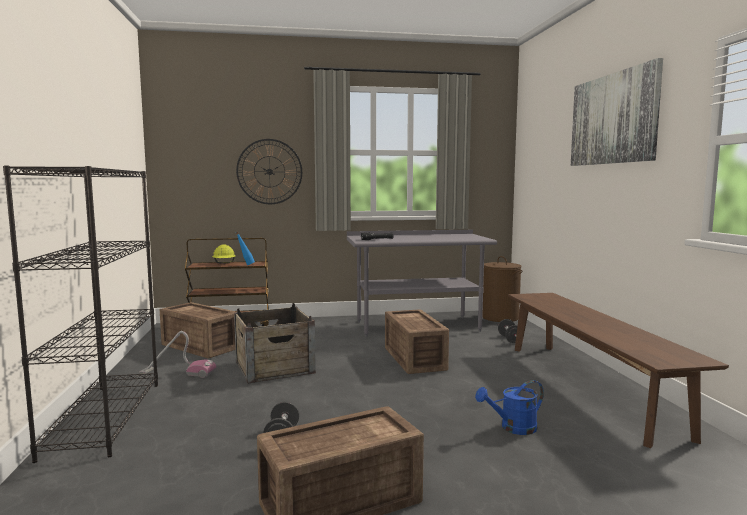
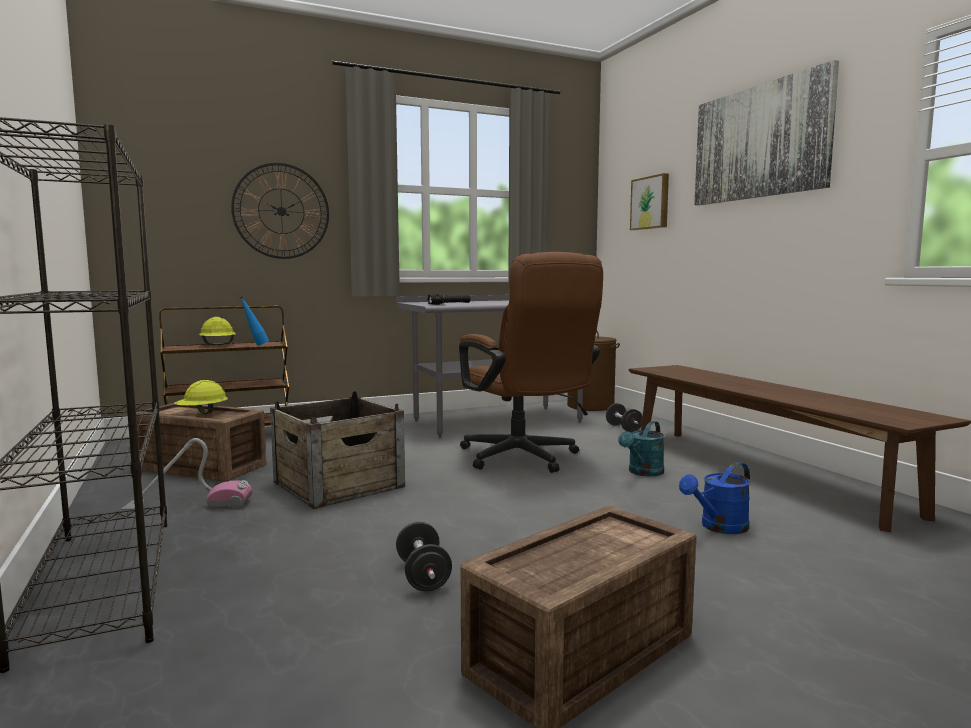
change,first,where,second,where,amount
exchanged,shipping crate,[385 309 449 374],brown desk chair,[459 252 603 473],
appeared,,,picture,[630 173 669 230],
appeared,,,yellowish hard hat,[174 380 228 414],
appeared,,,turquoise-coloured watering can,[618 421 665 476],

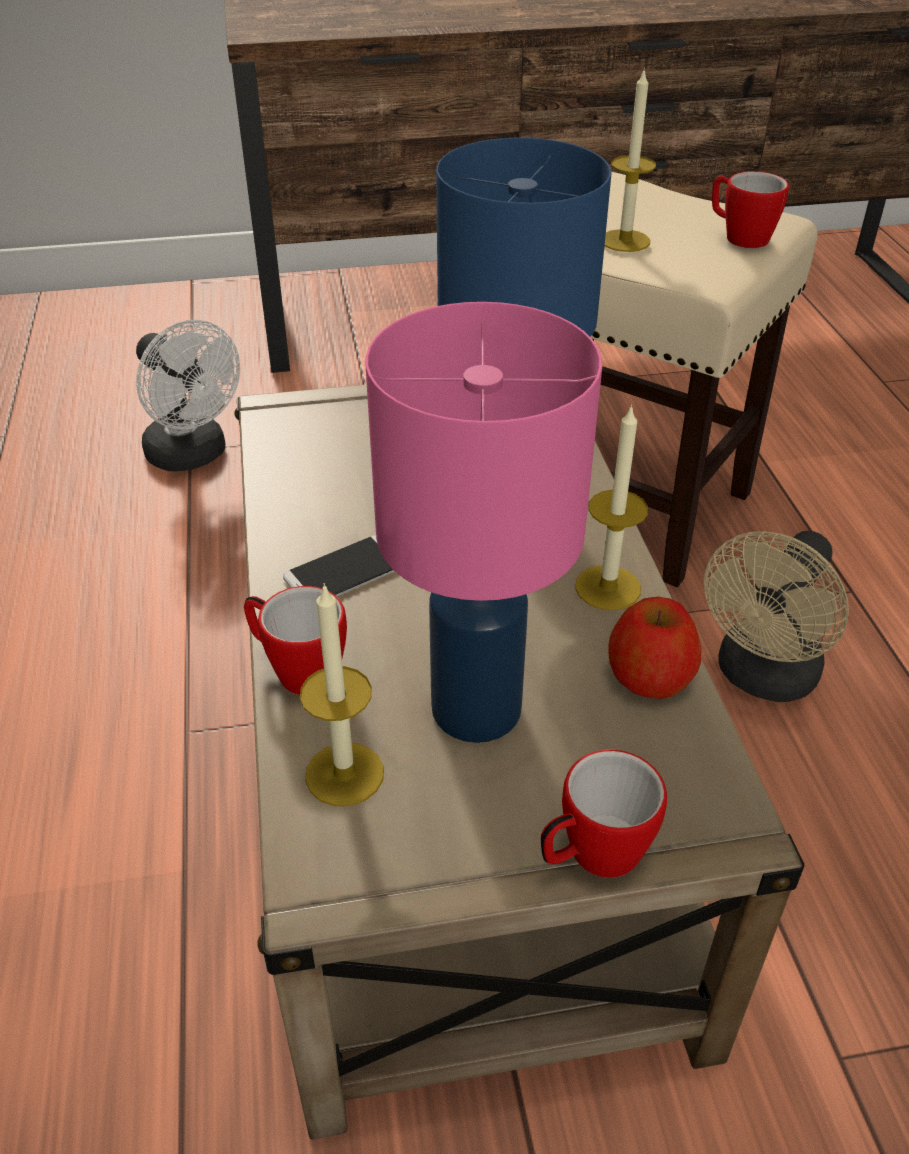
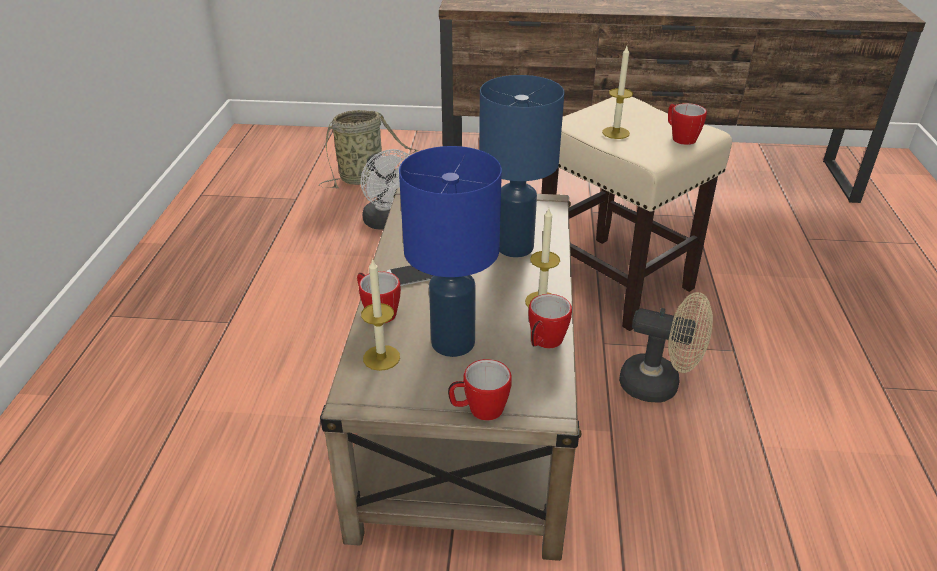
change,first,where,second,where,amount
colour,pinkish table lamp,[366 302 602 743],blue-coloured table lamp,[399 146 502 357],
spun,beige-coloured fan,[704 531 849 702],,[619 292 713 403],120 degrees counterclockwise
exchanged,whole apple,[608 597 701 699],mug,[528 294 572 348],
appeared,,,household basket,[319 110 418 188],

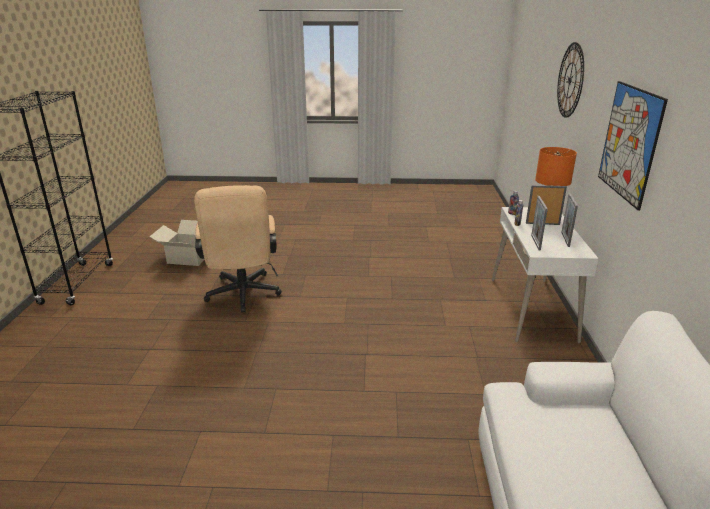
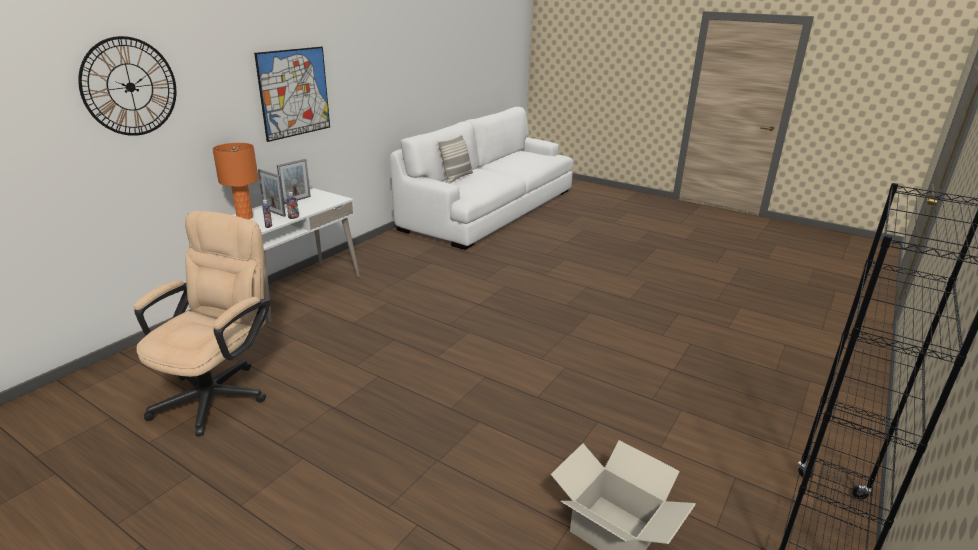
change,first,where,second,where,amount
relocated,beige-coloured desk chair,[194 185 282 313],,[133 211 270 436],
missing,picture frame,[531 196 548 250],,,
appeared,,,pillow,[437 134 473 184],

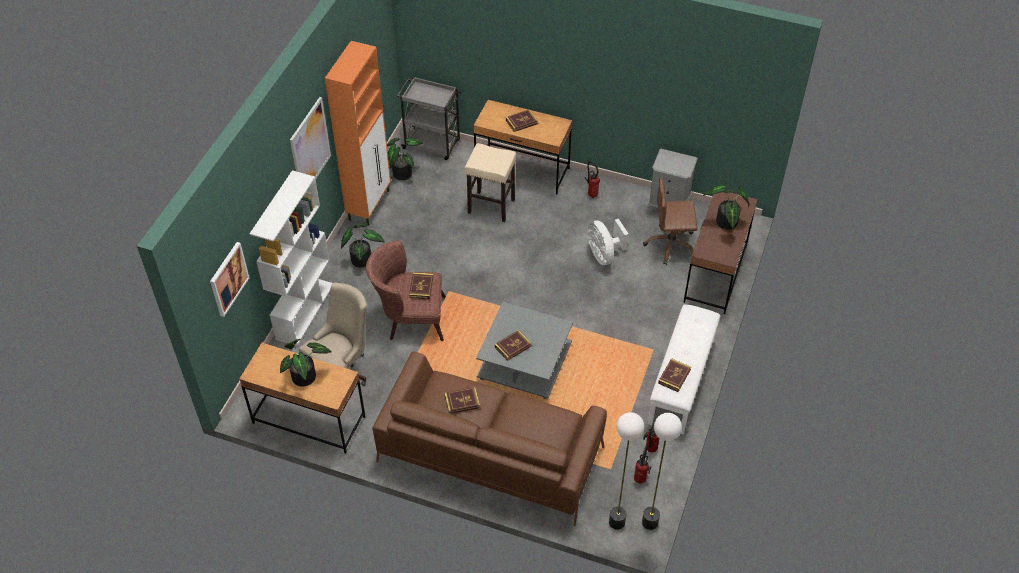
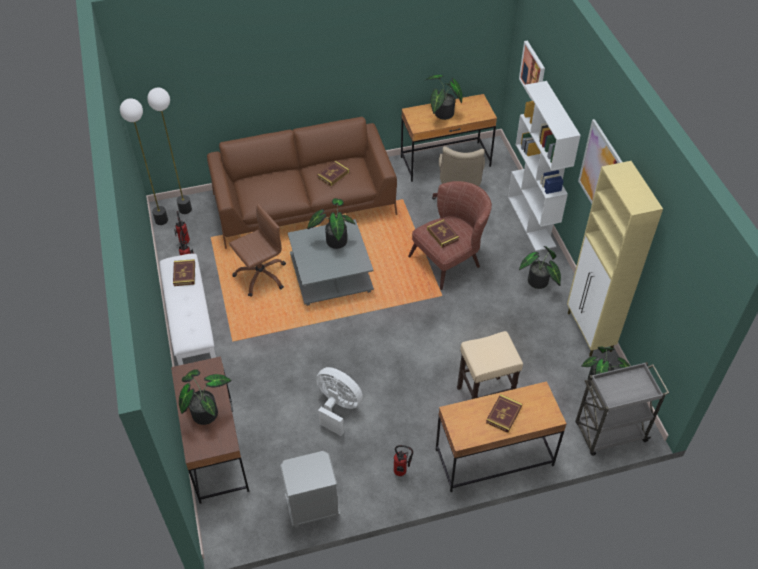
change,first,where,second,where,amount
colour,orange-coloured cabinet,[325 41 391 226],beige-coloured cabinet,[567 161 663 357],
relocated,brown desk chair,[643 178 697 265],,[229 204 286 297],
exchanged,bound book,[495 330 532 361],houseplant,[307 198 356 249],

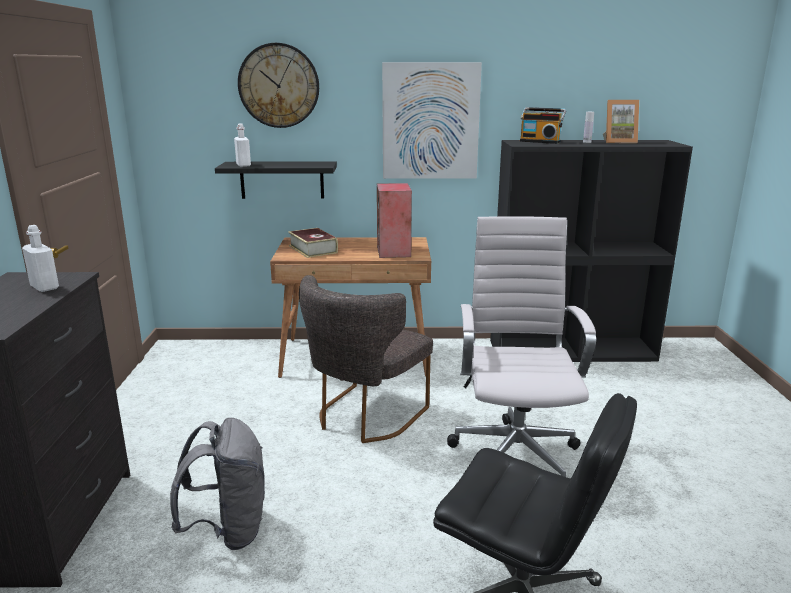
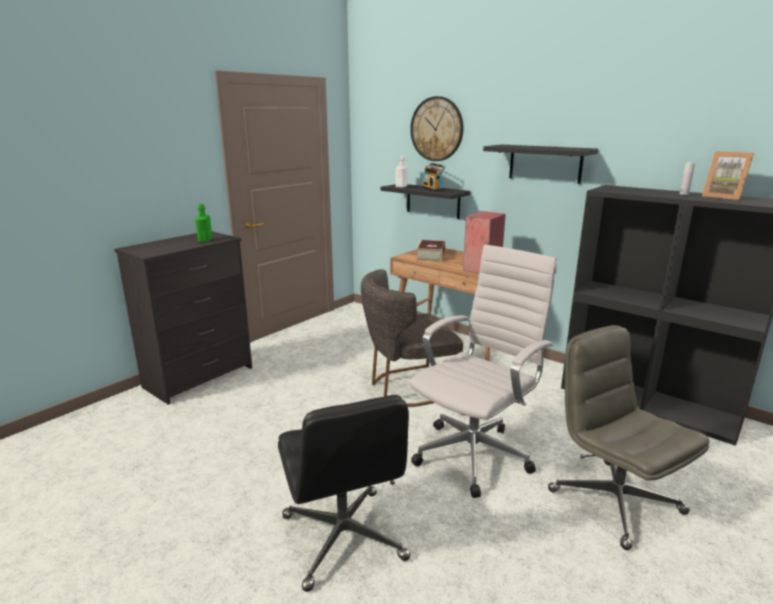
change,first,where,second,where,amount
exchanged,picture,[382 62 482 179],black-coloured wall shelf,[483 145 598 184],
relocated,radio receiver,[520 107 566 144],,[422 163 446 192],
colour,white-coloured beverage bottle,[22 225 59 292],greenish beverage bottle,[195 204 212 242],
missing,gray rucksack,[170 418 265 550],,,
appeared,,,gray desk chair,[548 325 709 550],

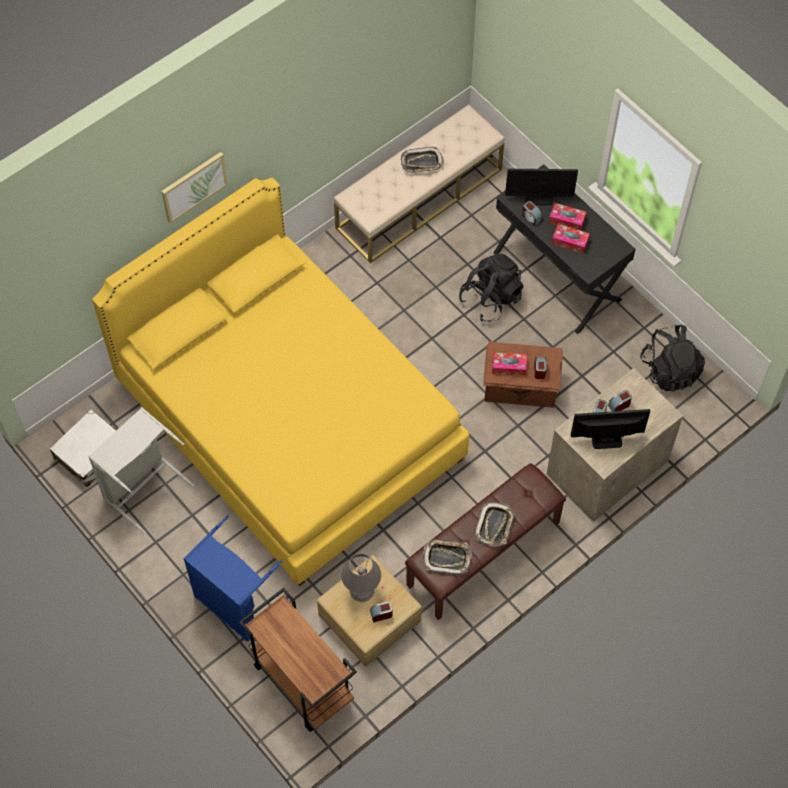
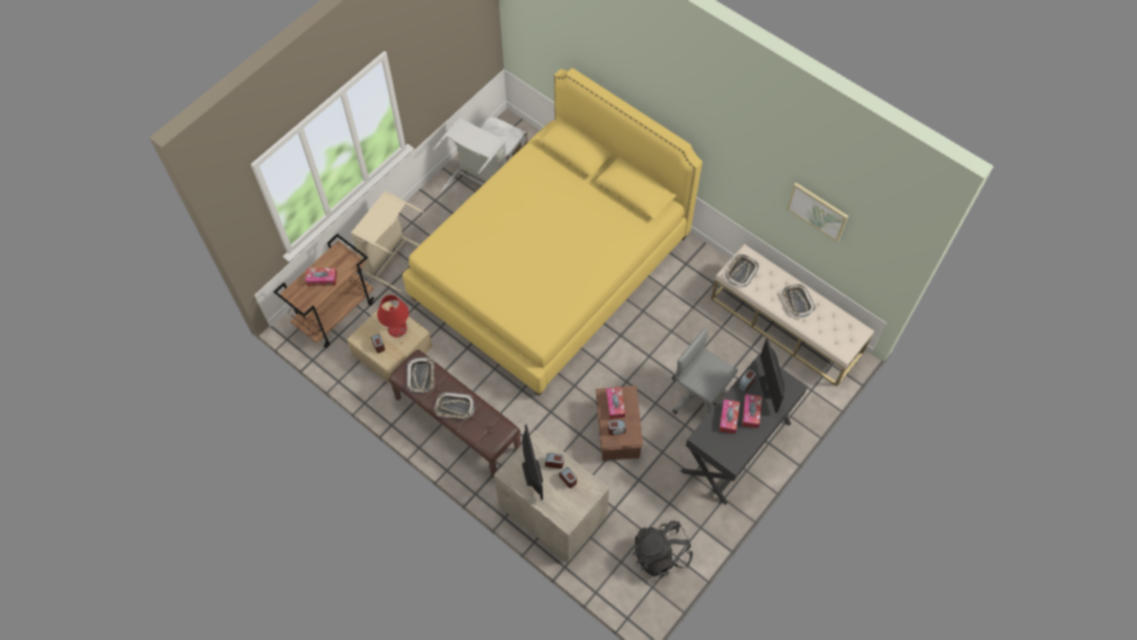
change,first,where,second,where,amount
relocated,picture,[162 152 228 223],,[787 183 848 242],
exchanged,black-coloured rucksack,[459 254 523 322],gray desk chair,[672 327 738 414],
colour,blue-coloured hamper,[183 515 288 642],beige-coloured hamper,[351 191 424 292],
colour,gray table lamp,[341 553 381 602],reddish table lamp,[377 295 409 338],
appeared,,,tray,[725 254 759 287],
appeared,,,tissue holder,[305 268 337 286],

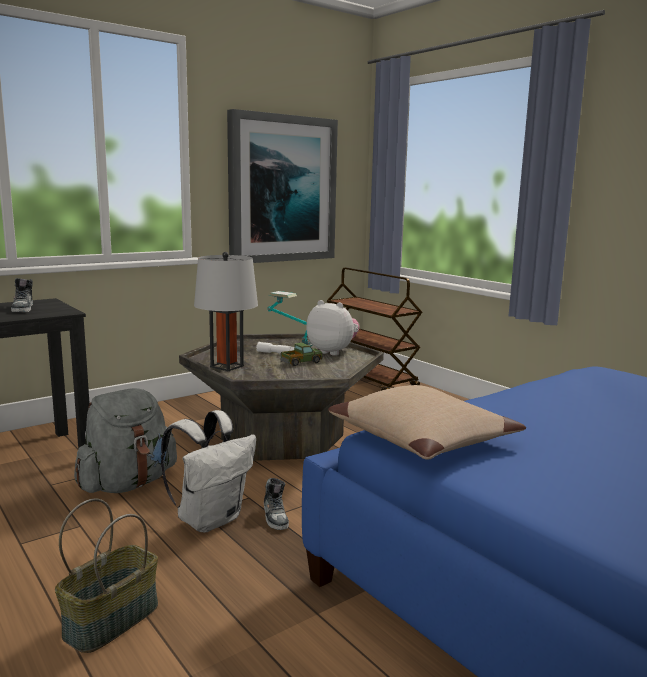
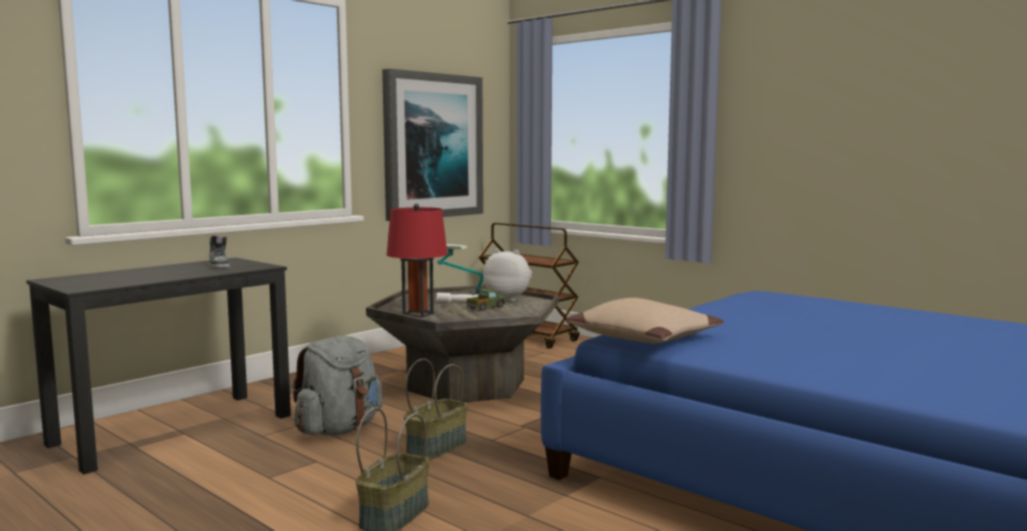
change,first,where,second,where,amount
colour,gray table lamp,[194 252 258 371],reddish table lamp,[387 204 447 318],
exchanged,white-coloured rucksack,[161 410 256 533],household basket,[404 359 468 460],
missing,shoe,[264 478 289 530],,,

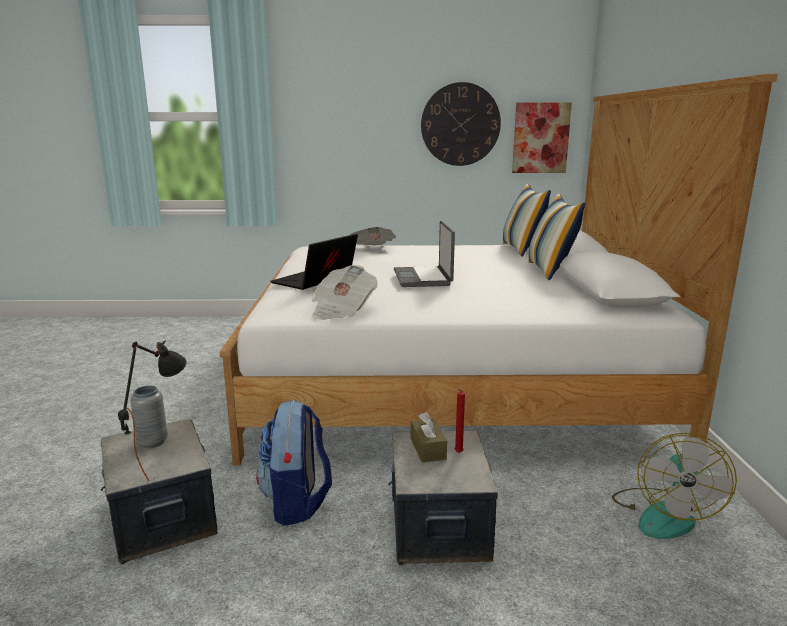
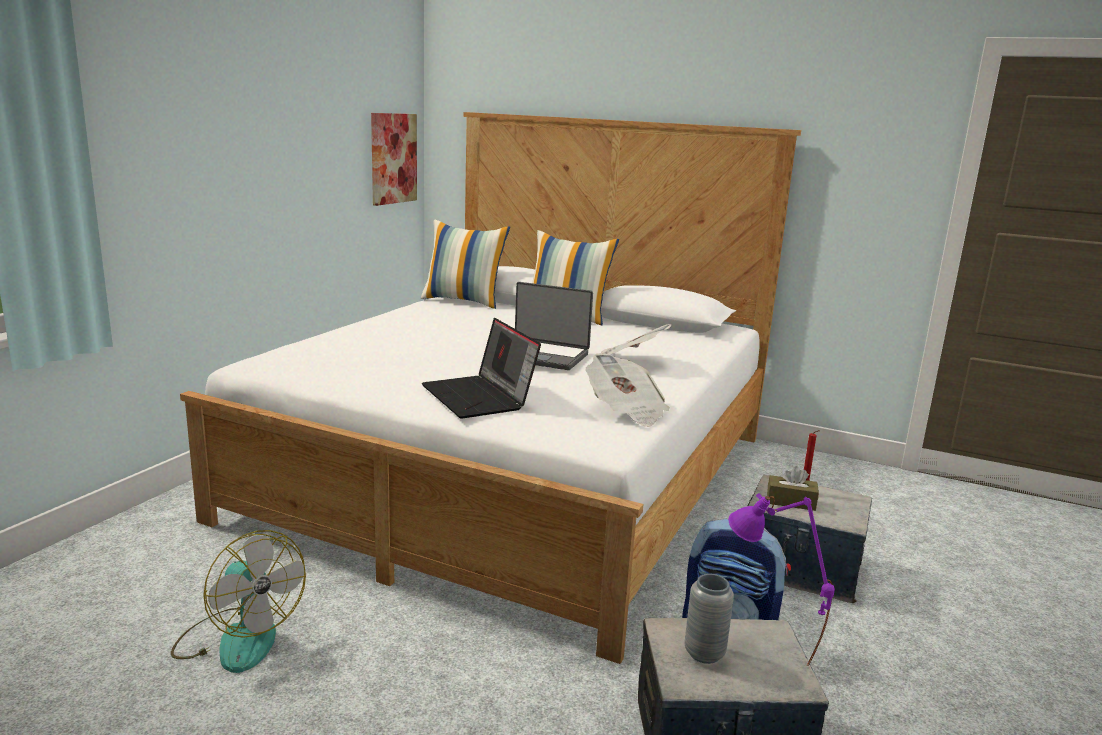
change,first,where,second,where,amount
missing,clock on the wall,[421 82 501 166],,,
relocated,daily paper,[351 227 396 245],,[601 324 671 355],
colour,black-coloured table lamp,[118 341 187 482],purplish table lamp,[728 493 835 666],
relocated,fan,[612 433 737 539],,[171 530 306 673],

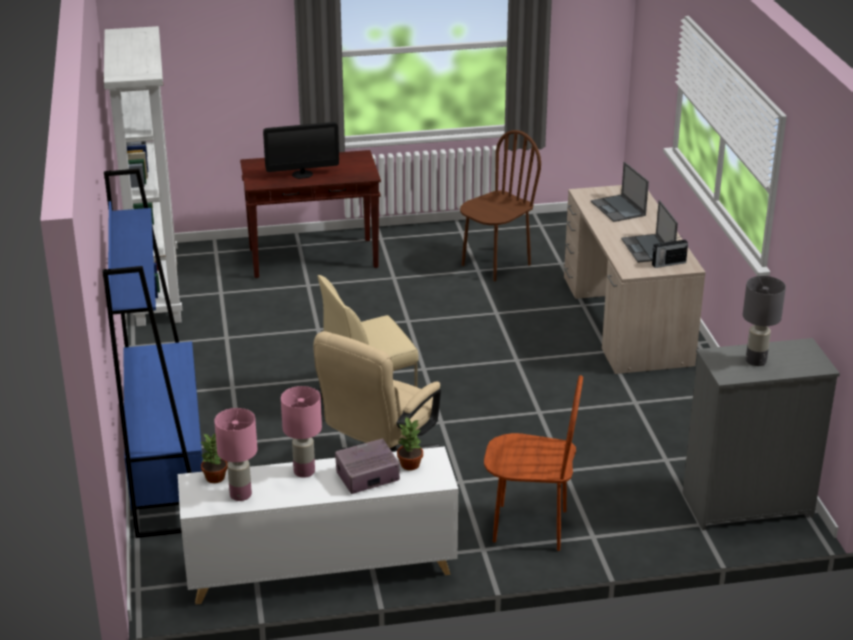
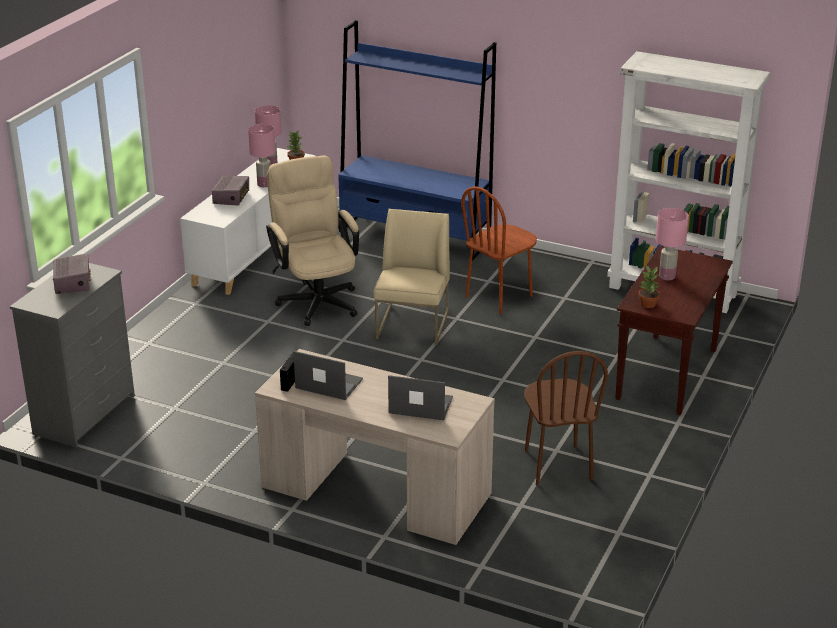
change,first,where,second,where,amount
exchanged,computer display,[263 122 339 179],pinkish table lamp,[656 208 689 281],
exchanged,gray table lamp,[743 276 786 366],radio receiver,[53 254 91 294],
relocated,brown chair,[484 375 583 551],,[461 187 537 314],
relocated,houseplant,[397 417 423 470],,[638 266 660 308],

